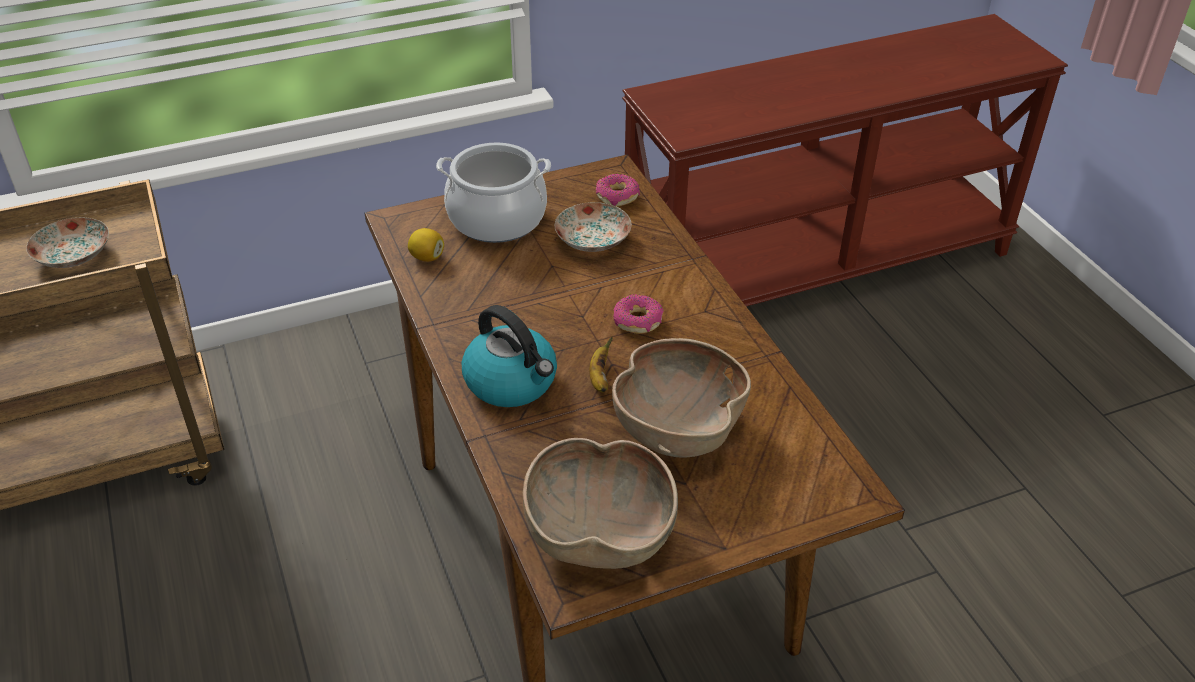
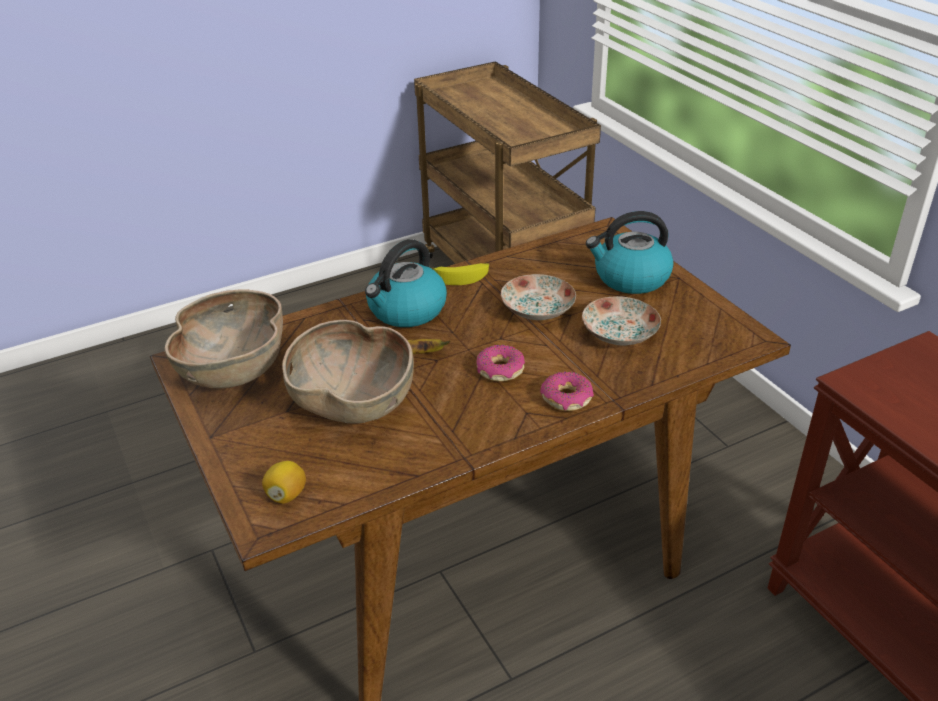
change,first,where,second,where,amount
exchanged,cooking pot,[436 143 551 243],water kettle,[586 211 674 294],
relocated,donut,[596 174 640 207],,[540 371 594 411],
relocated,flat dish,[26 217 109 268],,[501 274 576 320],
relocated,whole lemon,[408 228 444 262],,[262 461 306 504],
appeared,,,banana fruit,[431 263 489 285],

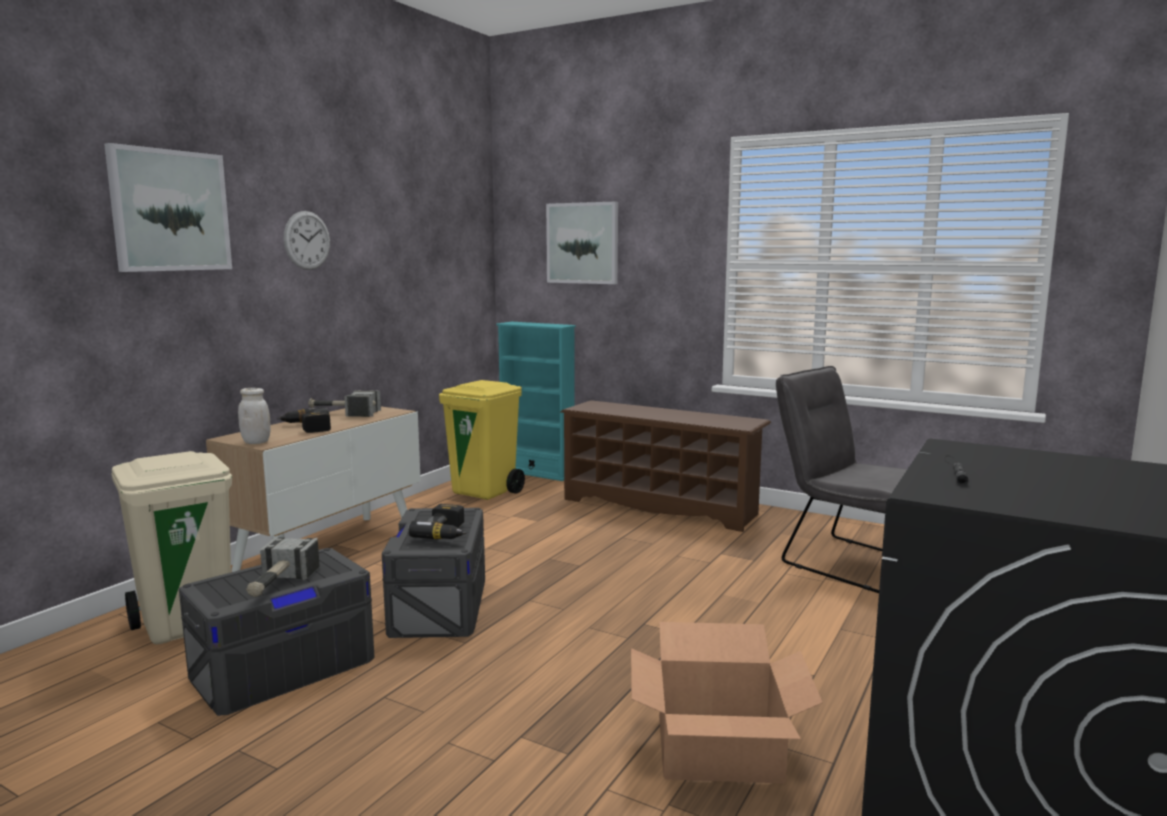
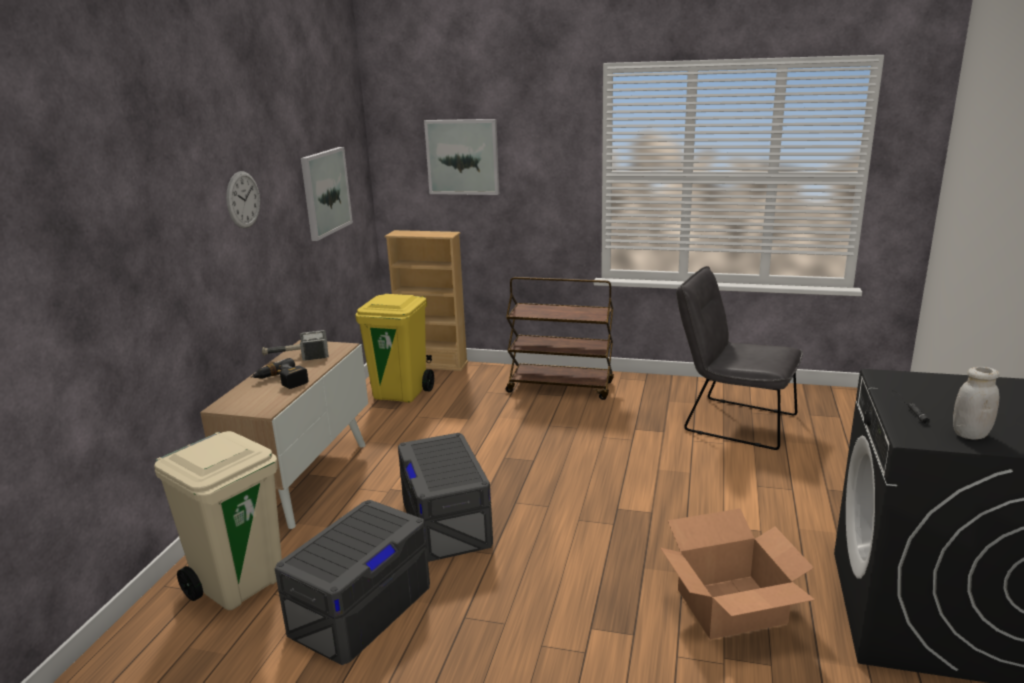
change,first,where,second,where,amount
relocated,picture,[104 143 232 272],,[301 147 353 241],
colour,turquoise-coloured bookshelf,[496 322 576 481],beige-coloured bookshelf,[384 230 468 371],
relocated,white-coloured jar,[238 388 271 444],,[953 367 999 440],
exchanged,brown shoe stand,[561 400 771 532],brown trolley,[506 277 614 400],
missing,drill,[407 504 467 539],,,
missing,hammer,[246 537 320 597],,,

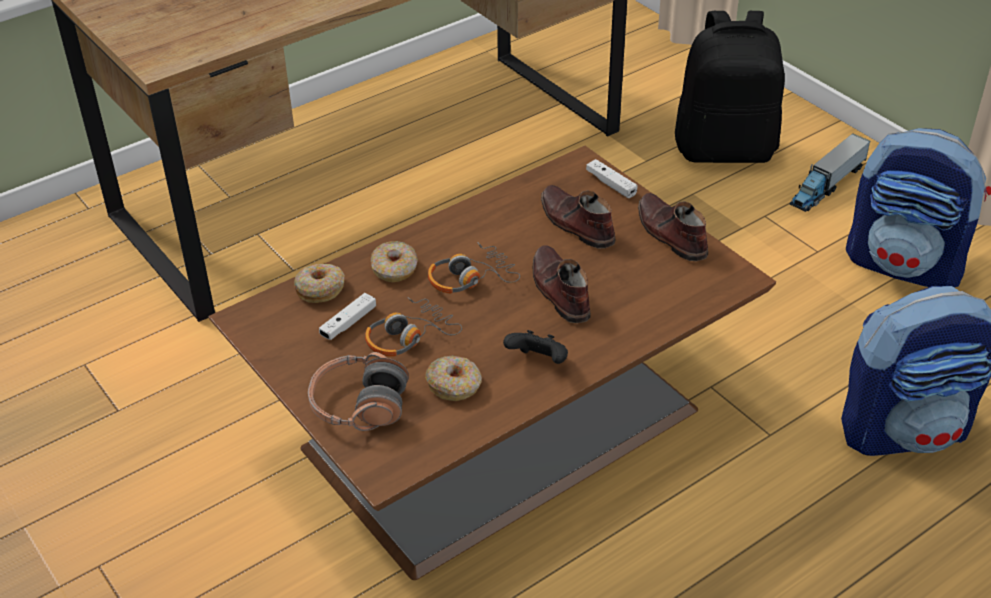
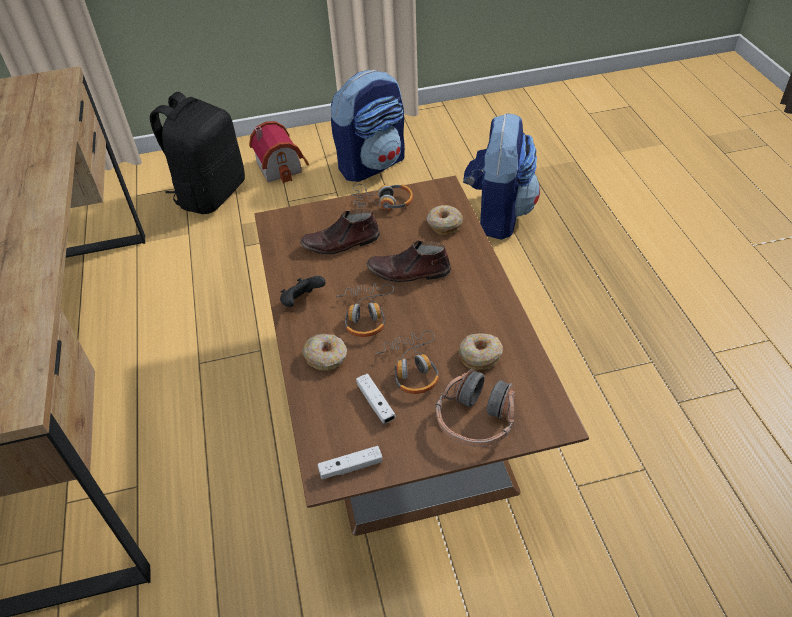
change,first,where,second,where,amount
exchanged,model truck,[790 133 870 212],miniature house,[249 121 309 183],
relocated,white-coloured joypad,[586 159 638 198],,[318 446 382 480],
exchanged,brown shoe,[638 193 708 261],headphones,[352 184 413 210],
relocated,donut,[294 264 345 303],,[427 205 463 235],
relocated,black-coloured joypad,[503 330 568 364],,[280 276 326 307],

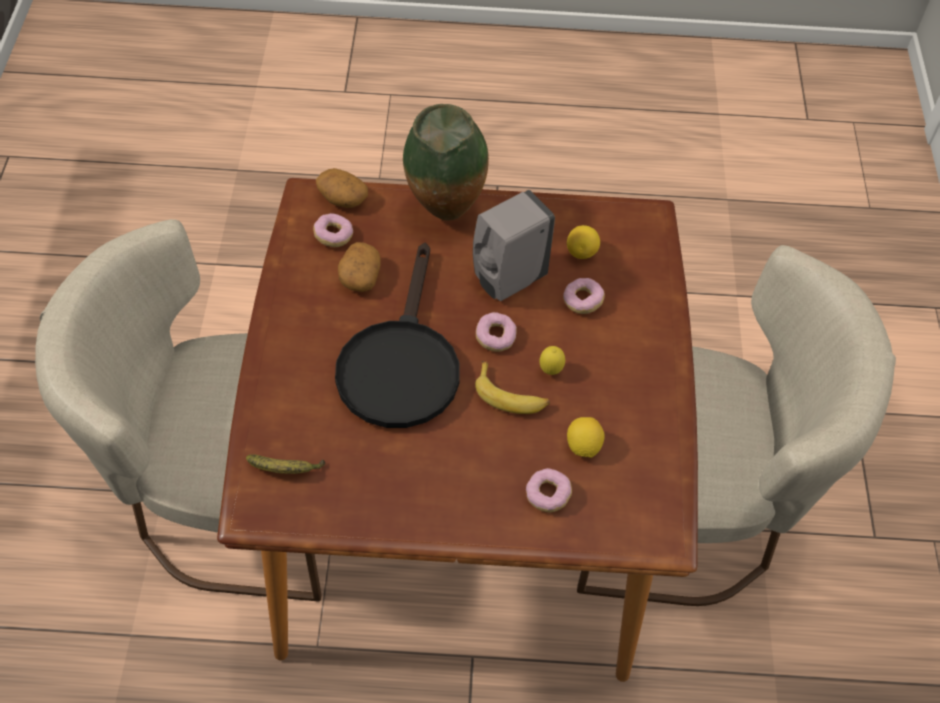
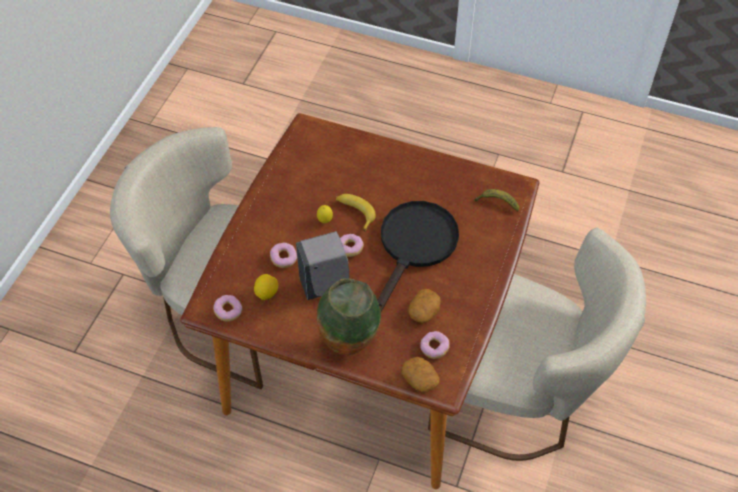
change,first,where,second,where,amount
missing,whole lemon,[567 417 605 458],,,
relocated,donut,[526 468 572 512],,[213 295 242 321],

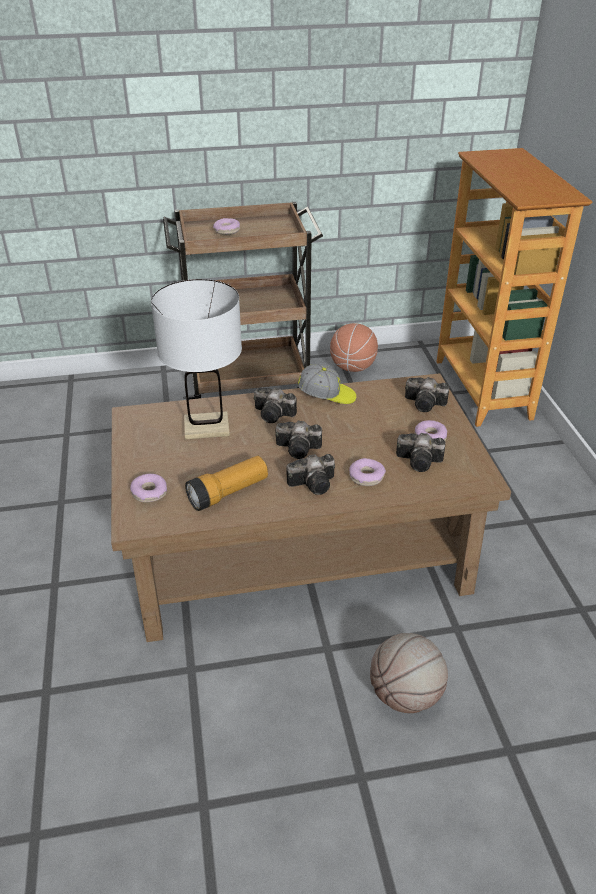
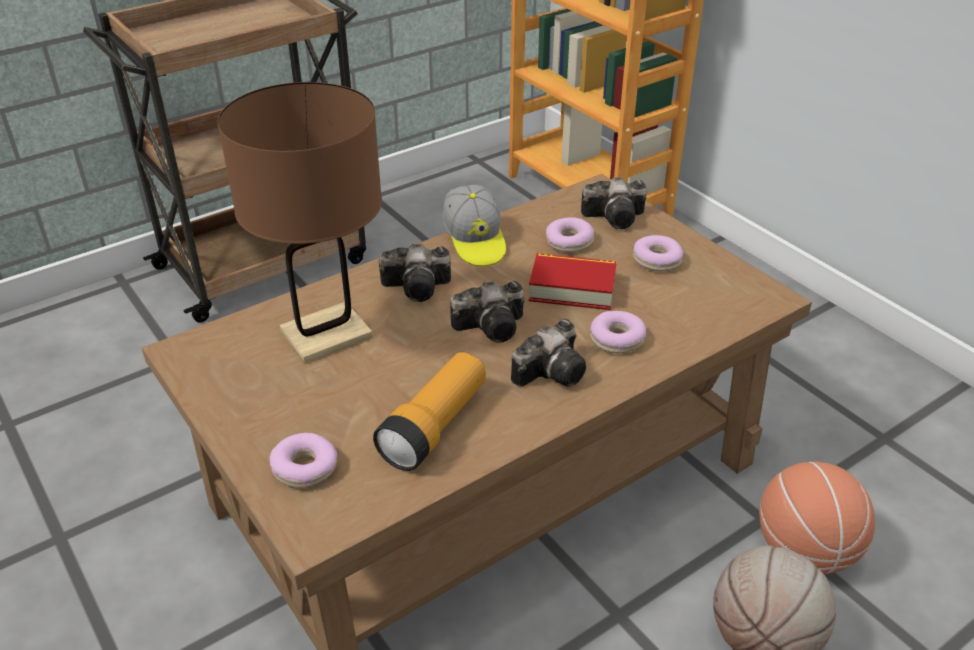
change,first,where,second,where,amount
relocated,donut,[213 218 240 235],,[546 217 594 252],
colour,white-coloured table lamp,[151 279 242 440],brown table lamp,[218 82 382 364],
relocated,ball for basketball,[330 323 378 372],,[759 462 875 574],
spun,cap,[298 364 356 404],,[443 185 506 267],90 degrees clockwise
missing,photo camera,[396 433 445 472],,,
appeared,,,bound book,[529 253 617 310],

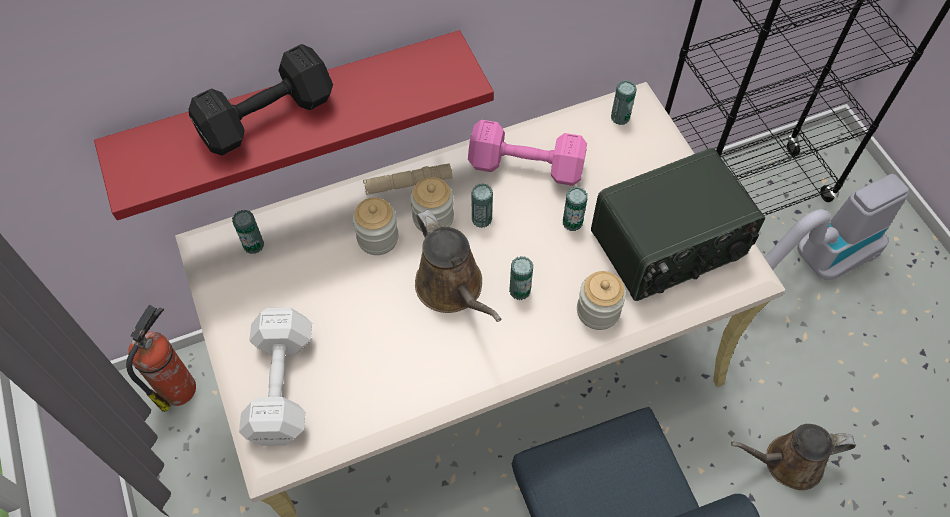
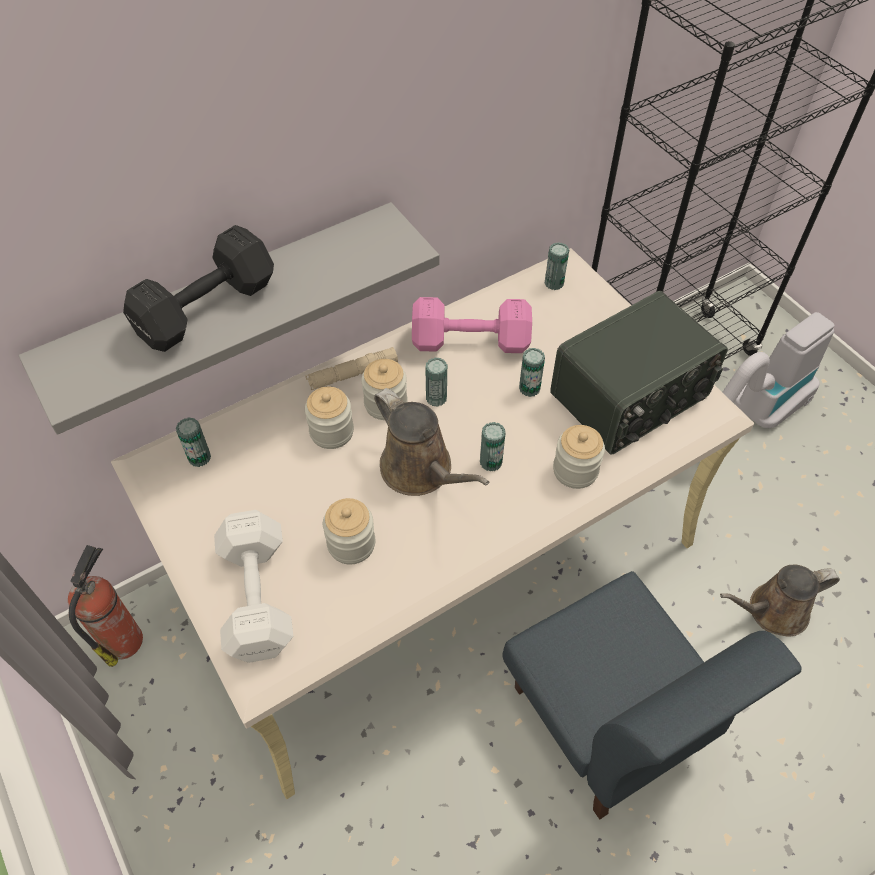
change,first,where,second,where,amount
colour,reddish wall shelf,[94 30 494 220],gray wall shelf,[18 202 439 435],
appeared,,,jar,[323 498 375 565],

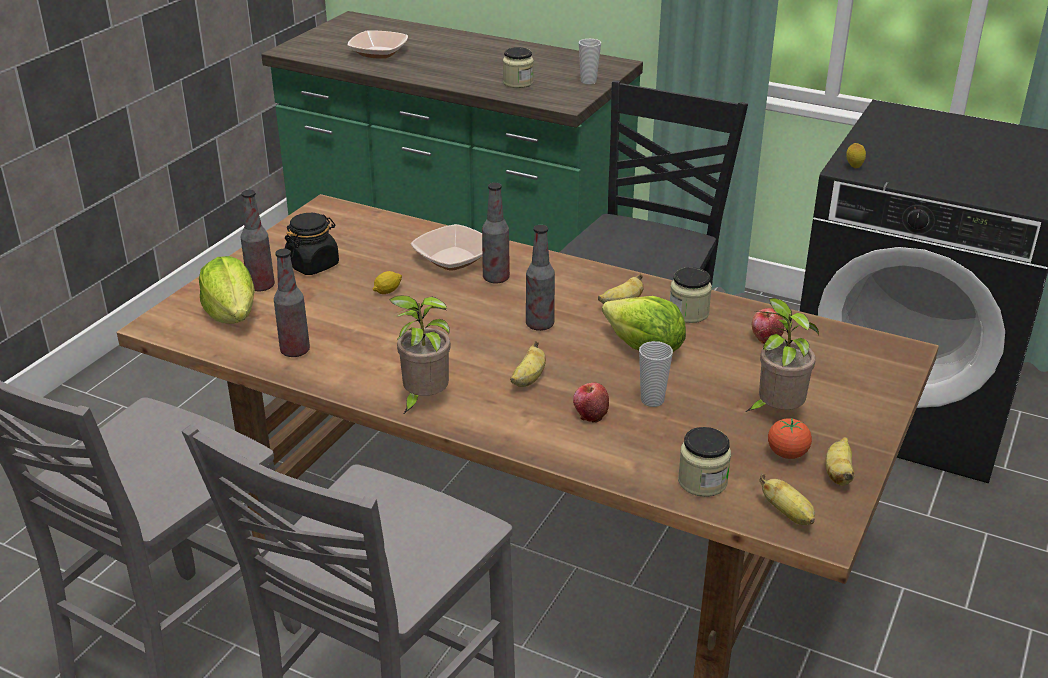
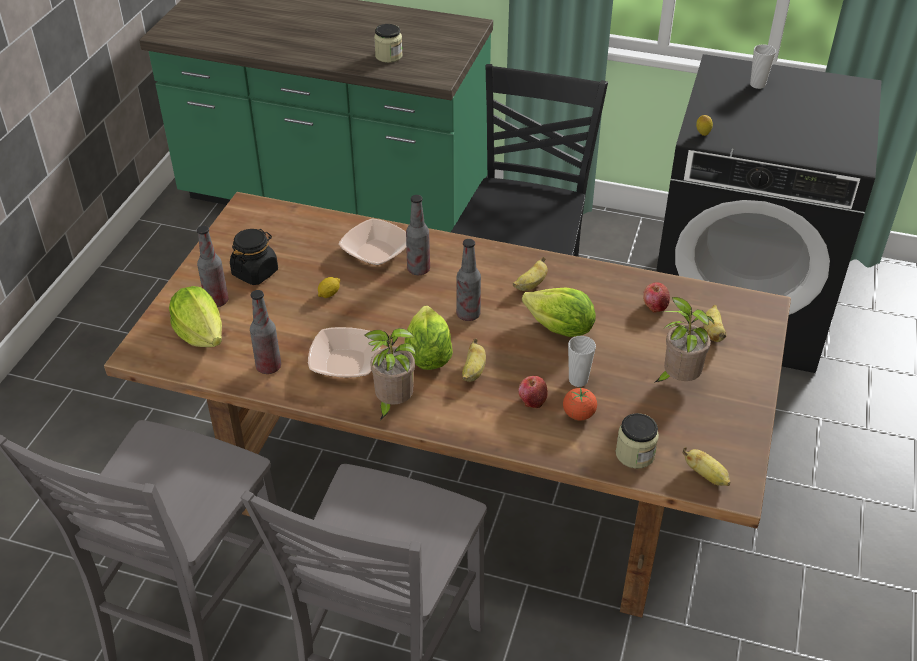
change,first,where,second,where,amount
relocated,deep dish,[348 30 408 59],,[308 327 380 378],
relocated,small cup,[579 39 601 84],,[750 44 776 89],
missing,jar,[670 267 712 323],,,
relocated,tomato,[768 418 812 459],,[563 388 597 420],
relocated,banana fruit,[825 437 855 486],,[703 305 726 342],
appeared,,,lettuce,[404 306 453 370],

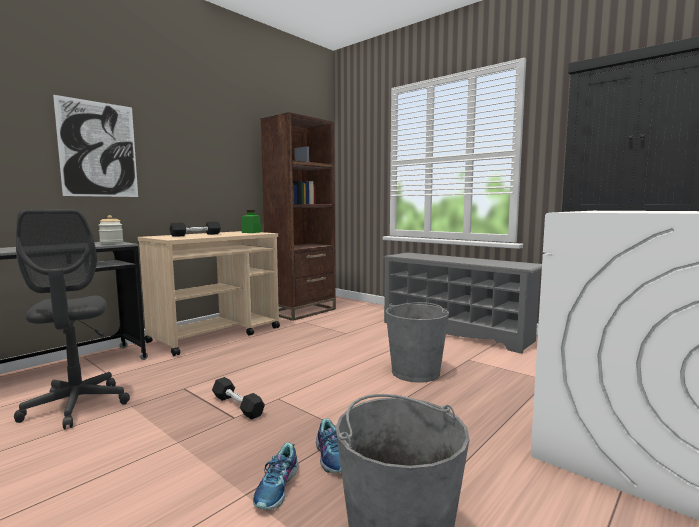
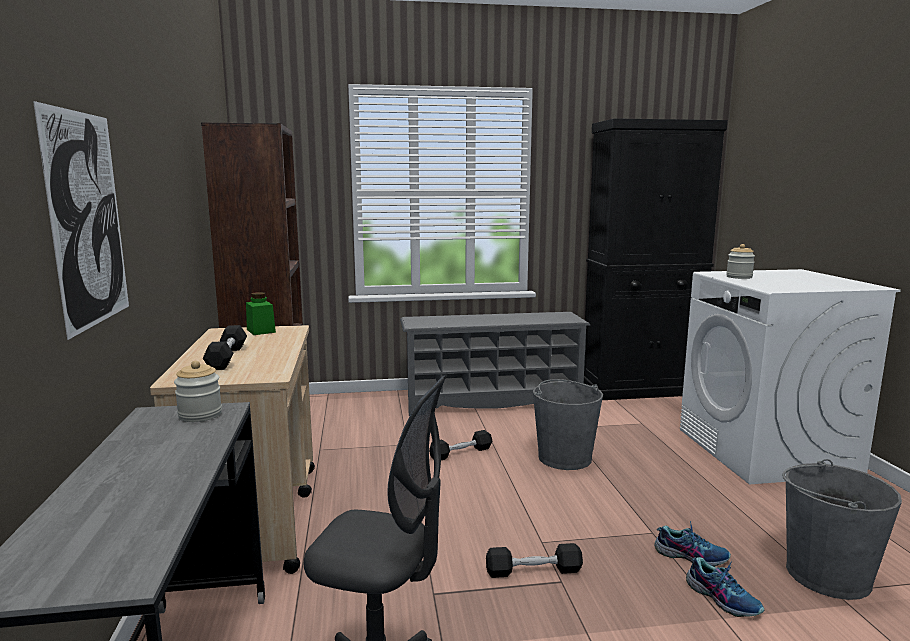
change,first,where,second,where,amount
appeared,,,jar,[726 244 755 279],
appeared,,,black-coloured dumbbell,[429 430 492 460],

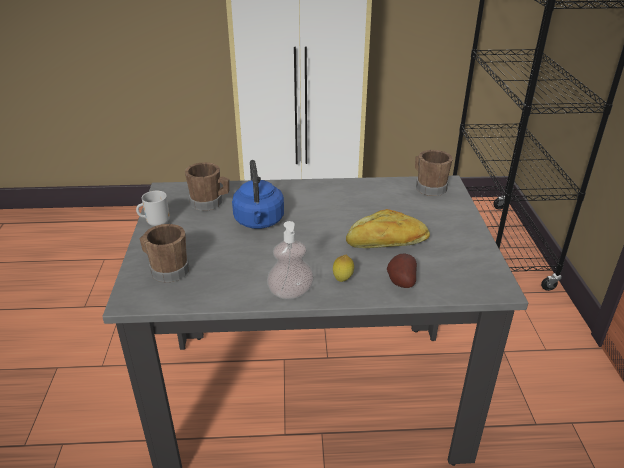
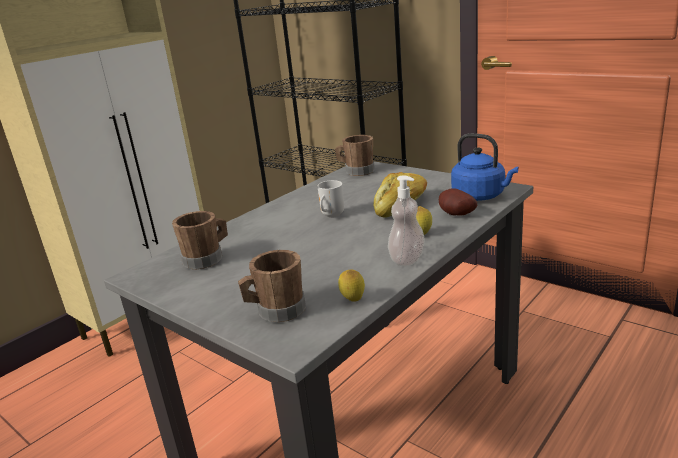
change,first,where,second,where,amount
relocated,blue-coloured water kettle,[232 160 284 229],,[451 133 518 201],
relocated,mug,[136 191 170 227],,[317 180 344 218],
appeared,,,whole lemon,[338 270 365 302],

